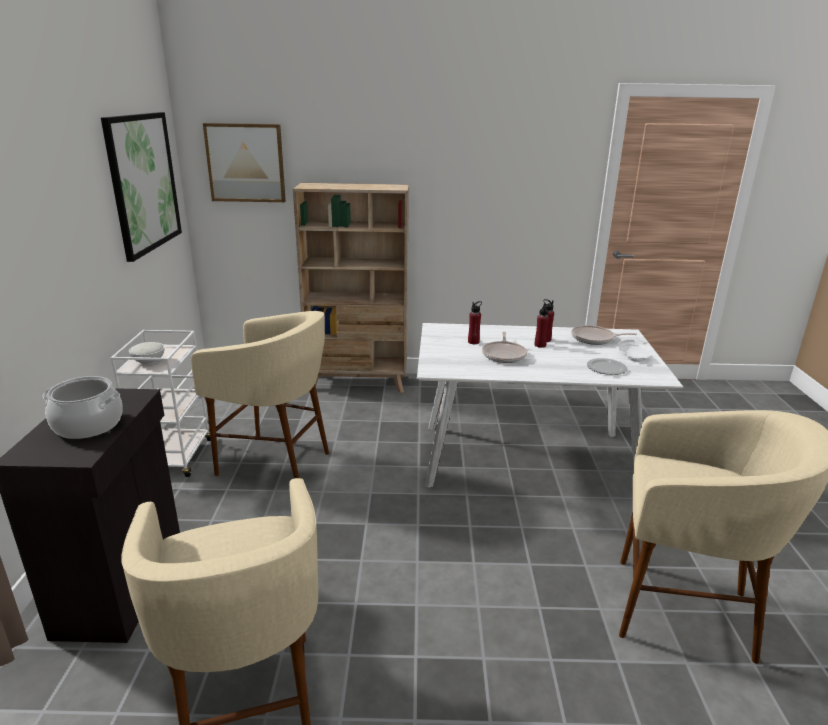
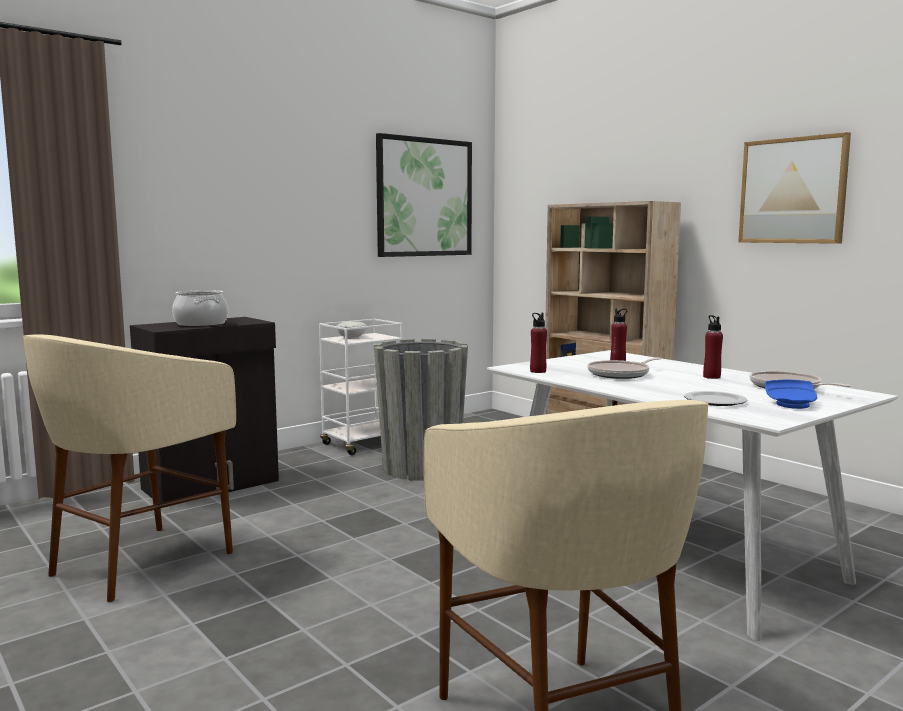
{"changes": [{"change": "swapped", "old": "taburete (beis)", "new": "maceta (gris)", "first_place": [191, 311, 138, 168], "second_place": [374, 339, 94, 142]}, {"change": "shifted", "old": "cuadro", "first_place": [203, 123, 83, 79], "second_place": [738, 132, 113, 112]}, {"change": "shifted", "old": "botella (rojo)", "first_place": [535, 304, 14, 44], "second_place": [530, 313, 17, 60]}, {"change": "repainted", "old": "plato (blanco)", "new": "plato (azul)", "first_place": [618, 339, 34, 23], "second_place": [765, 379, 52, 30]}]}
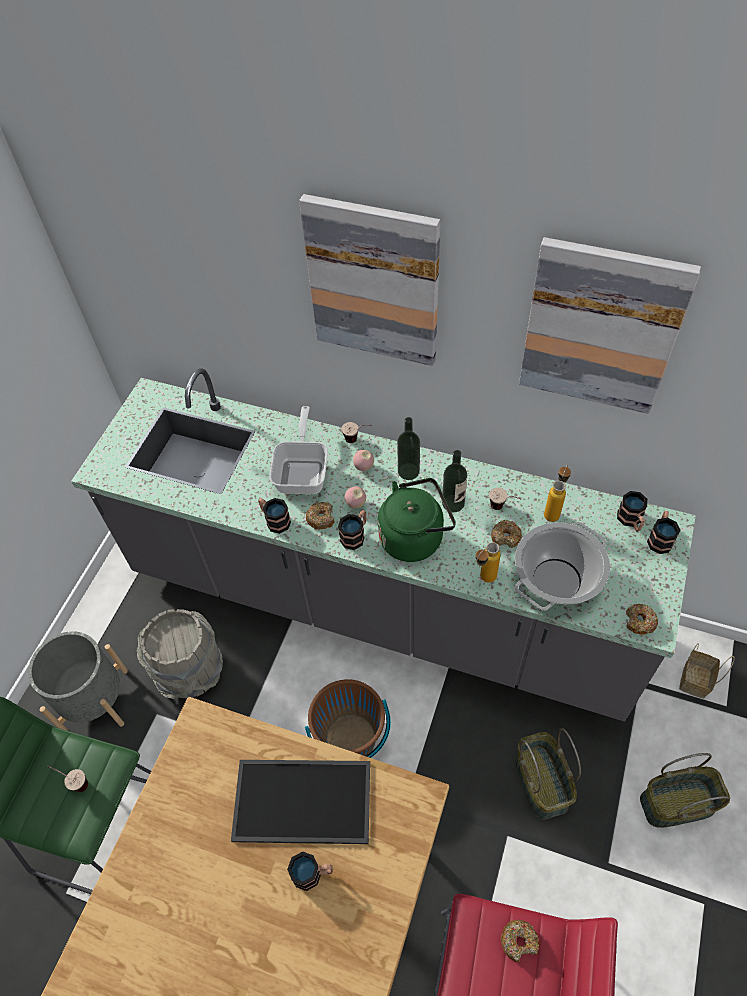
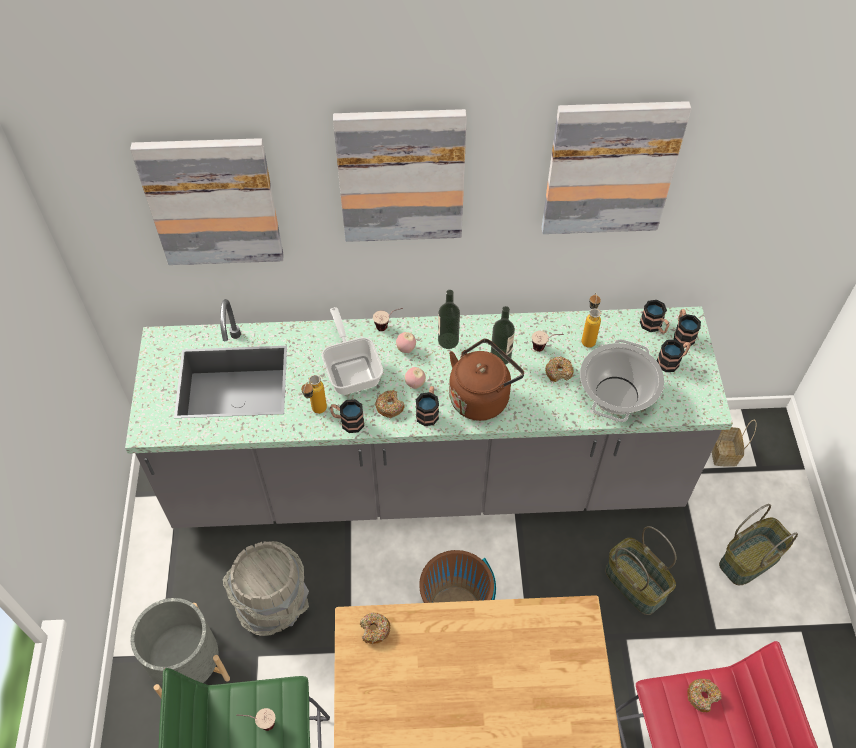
{"changes": [{"change": "gone", "old": "bandeja", "first_place": [231, 760, 139, 84]}, {"change": "shifted", "old": "taza grande", "first_place": [287, 851, 46, 40], "second_place": [657, 340, 34, 32]}, {"change": "repainted", "old": "hervidor (verde)", "new": "hervidor (marrón)", "first_place": [378, 478, 78, 84], "second_place": [449, 339, 75, 82]}, {"change": "shifted", "old": "botella", "first_place": [476, 542, 25, 41], "second_place": [301, 375, 26, 39]}, {"change": "shifted", "old": "rosquilla", "first_place": [626, 604, 32, 31], "second_place": [360, 612, 30, 32]}, {"change": "new", "new": "cuadro", "second_place": [130, 138, 154, 127]}]}
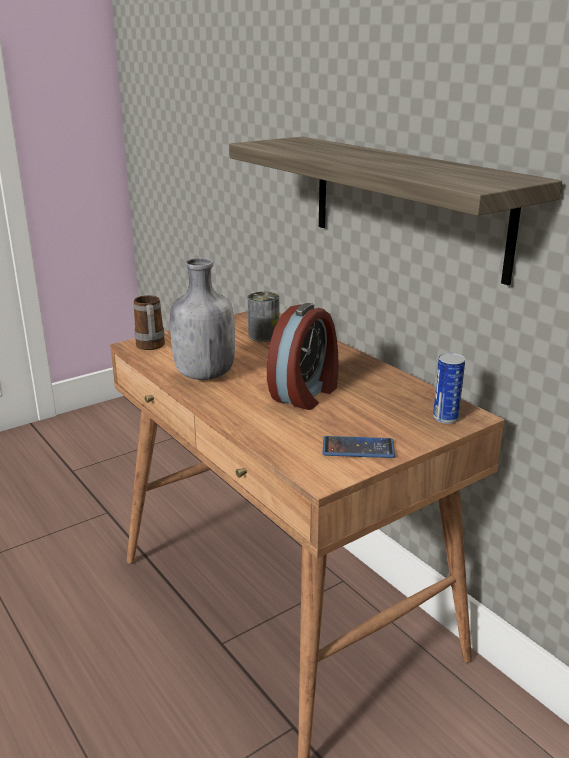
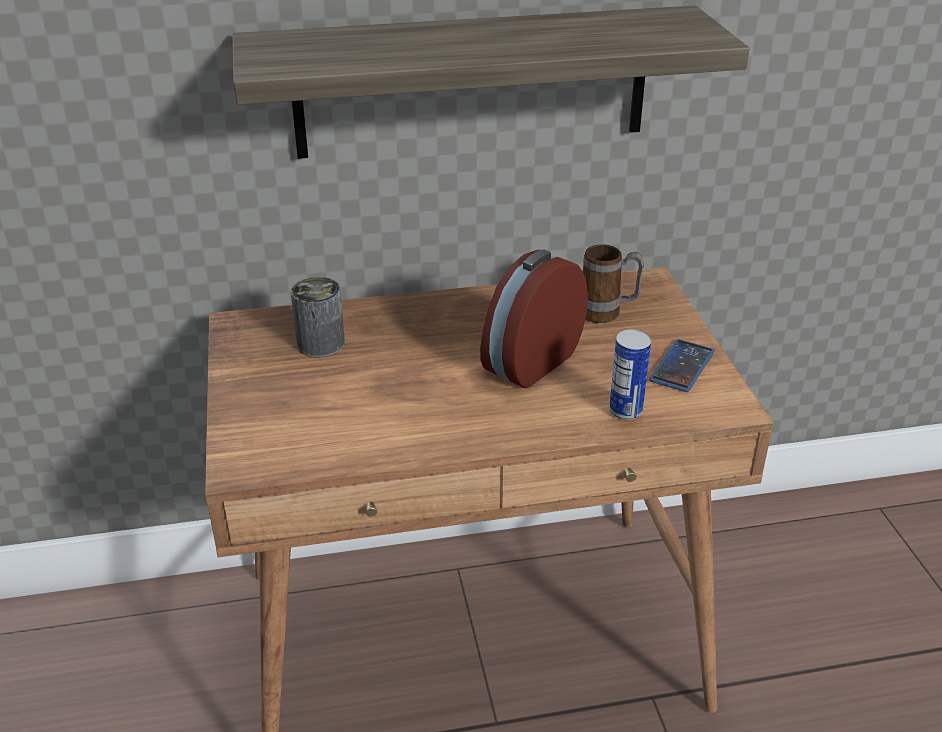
{"changes": [{"change": "shifted", "old": "taza grande", "first_place": [134, 295, 31, 55], "second_place": [583, 244, 61, 79]}, {"change": "gone", "old": "botella (gris)", "first_place": [170, 258, 65, 122]}, {"change": "rotated", "old": "despertador", "first_place": [267, 303, 72, 107], "second_place": [480, 249, 108, 139], "degrees": -105}, {"change": "shifted", "old": "lata", "first_place": [433, 353, 32, 71], "second_place": [609, 330, 42, 90]}]}
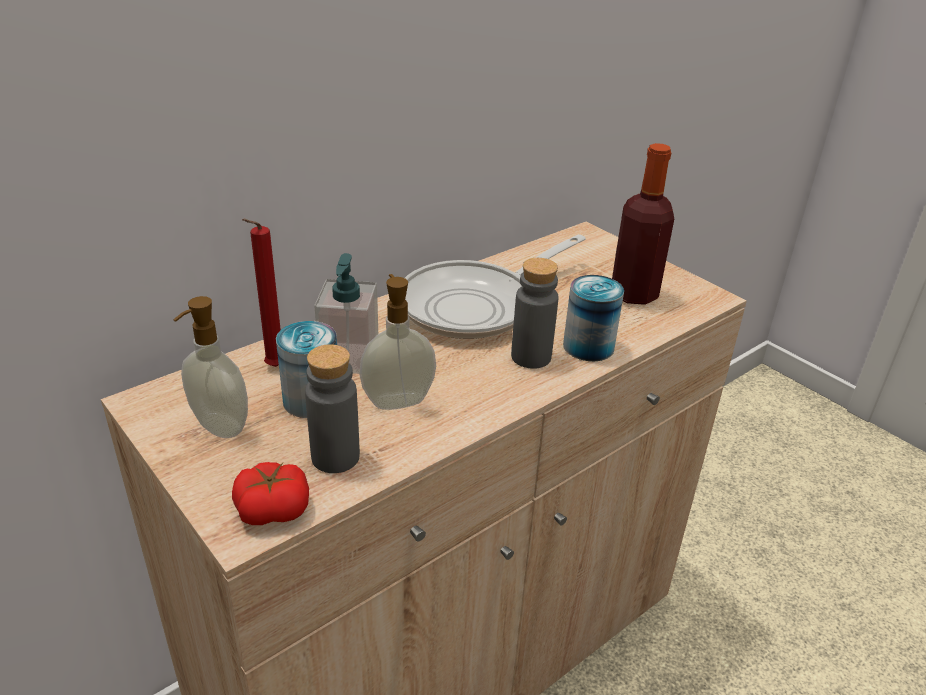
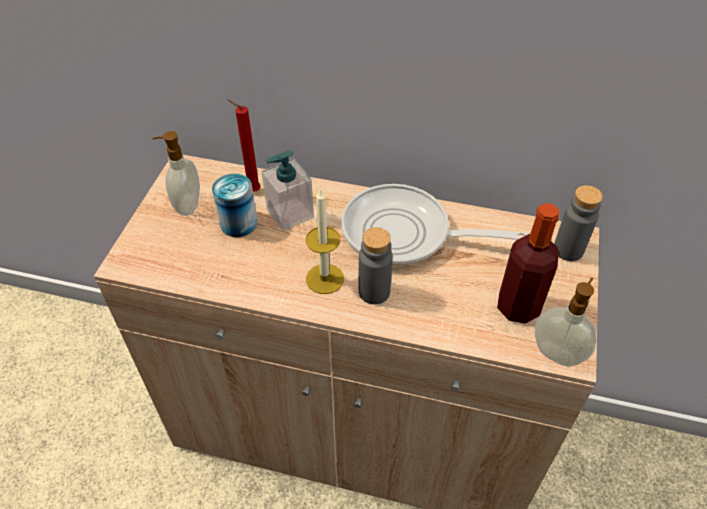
{"changes": [{"change": "gone", "old": "tomate", "first_place": [232, 462, 77, 63]}, {"change": "shifted", "old": "botella (gris)", "first_place": [305, 344, 55, 129], "second_place": [554, 185, 49, 76]}, {"change": "shifted", "old": "dispensador de jabón", "first_place": [360, 274, 76, 136], "second_place": [535, 277, 62, 90]}, {"change": "gone", "old": "lata", "first_place": [563, 275, 61, 86]}, {"change": "new", "new": "vela", "second_place": [306, 188, 38, 106]}]}
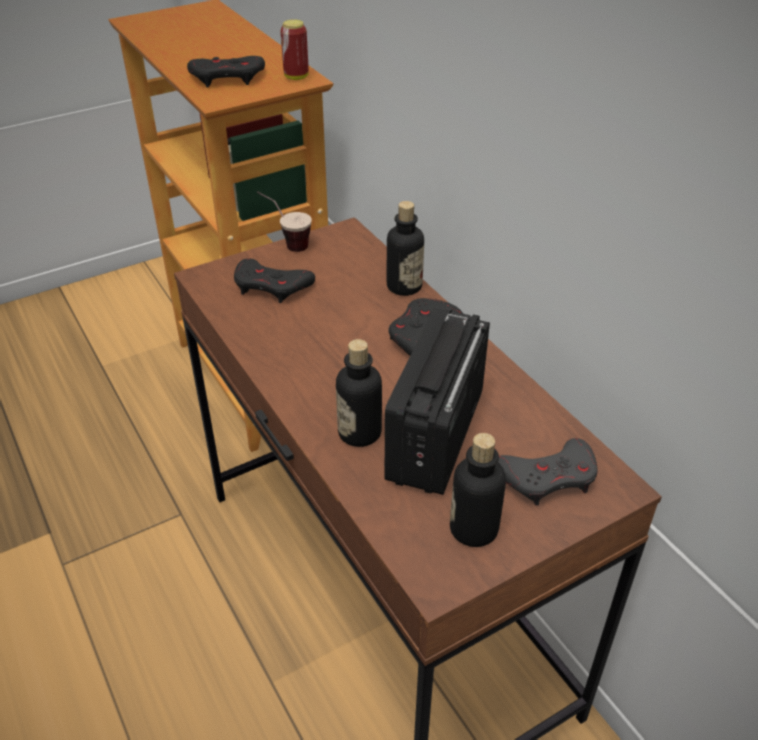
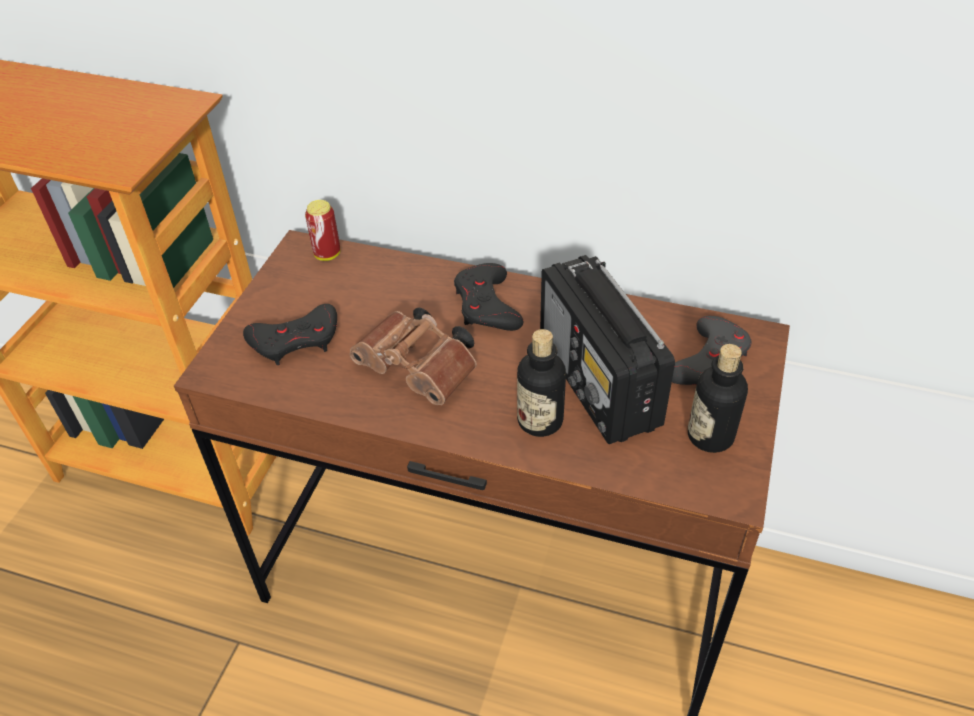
{"changes": [{"change": "gone", "old": "mando de consola (negro)", "first_place": [187, 56, 78, 31]}, {"change": "gone", "old": "taza", "first_place": [257, 192, 55, 60]}, {"change": "shifted", "old": "lata", "first_place": [280, 19, 29, 61], "second_place": [305, 200, 35, 61]}, {"change": "gone", "old": "botella", "first_place": [387, 201, 37, 95]}, {"change": "new", "new": "prismáticos (marrón)", "second_place": [350, 307, 127, 98]}]}
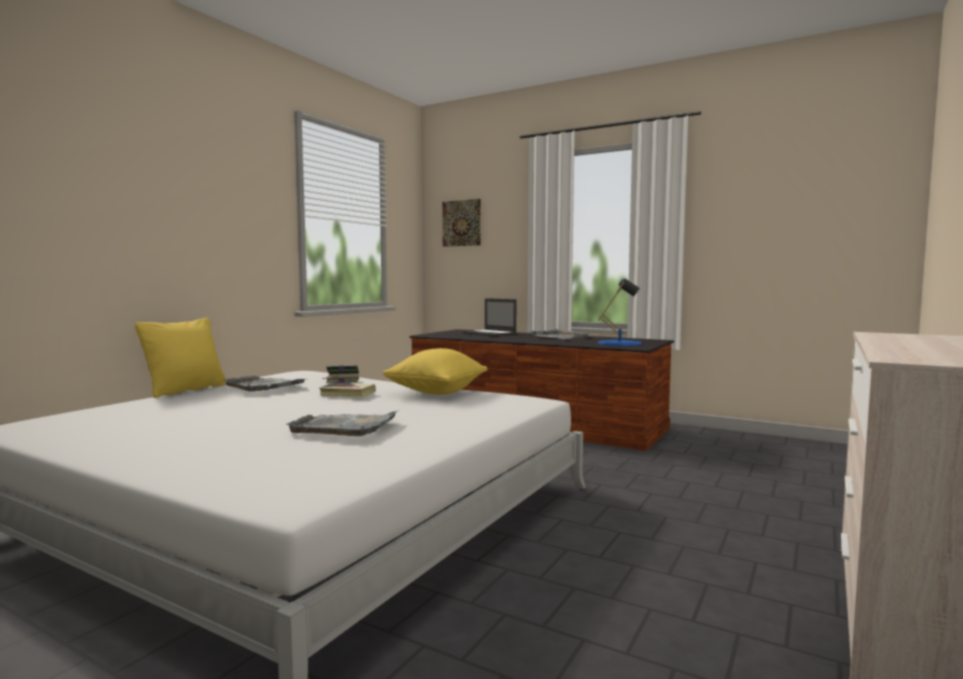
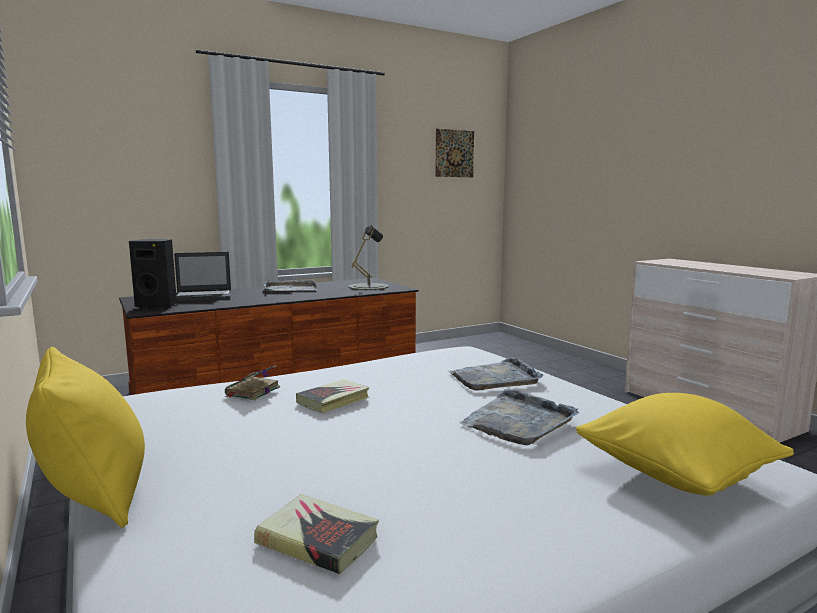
{"changes": [{"change": "shifted", "old": "bandeja (gris)", "first_place": [223, 376, 82, 16], "second_place": [449, 357, 94, 33]}, {"change": "shifted", "old": "cojín (amarillo)", "first_place": [383, 348, 104, 47], "second_place": [576, 393, 218, 103]}, {"change": "shifted", "old": "cuadro", "first_place": [442, 199, 39, 48], "second_place": [435, 129, 39, 48]}, {"change": "repainted", "old": "lámpara de mesa (azul)", "new": "lámpara de mesa (gris)", "first_place": [598, 279, 44, 67], "second_place": [349, 225, 40, 65]}, {"change": "new", "new": "altavoz (negro)", "second_place": [129, 239, 48, 70]}, {"change": "new", "new": "libro", "second_place": [254, 494, 125, 80]}]}
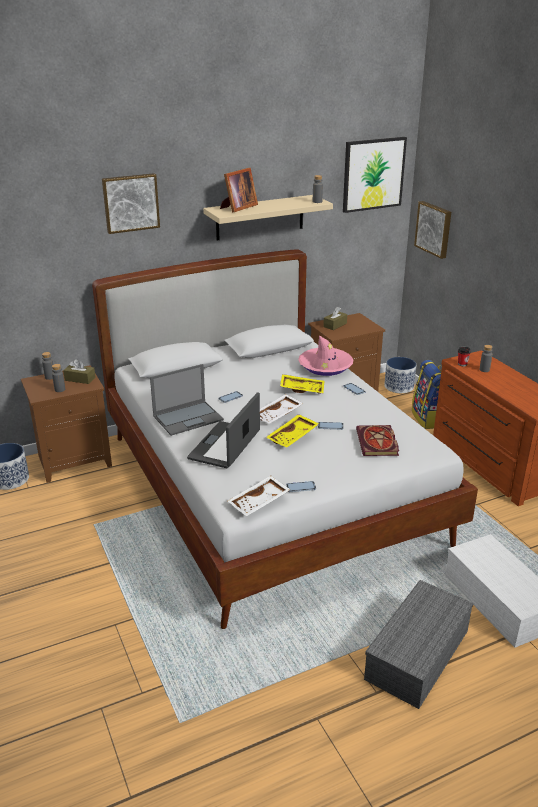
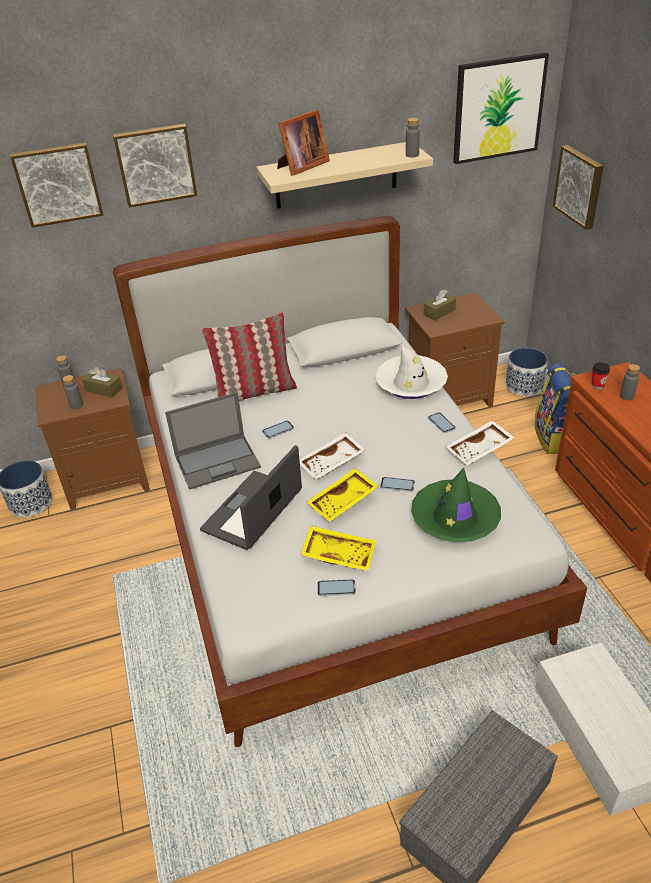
{"changes": [{"change": "shifted", "old": "bandeja (blanco)", "first_place": [228, 475, 62, 41], "second_place": [445, 420, 70, 45]}, {"change": "shifted", "old": "bandeja (amarillo)", "first_place": [280, 374, 44, 20], "second_place": [300, 526, 76, 45]}, {"change": "repainted", "old": "sombrero (rosa)", "new": "sombrero (blanco)", "first_place": [298, 335, 55, 41], "second_place": [375, 346, 73, 53]}, {"change": "swapped", "old": "libro", "new": "sombrero (verde)", "first_place": [356, 425, 43, 31], "second_place": [411, 468, 90, 74]}, {"change": "new", "new": "cuadro", "second_place": [10, 142, 93, 86]}, {"change": "new", "new": "cojín", "second_place": [202, 312, 95, 89]}]}
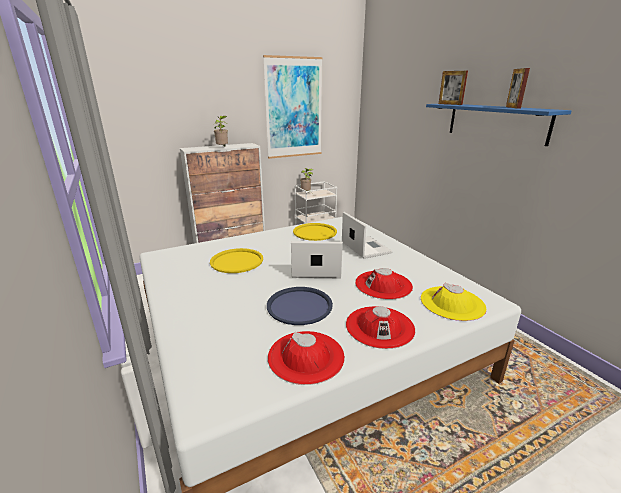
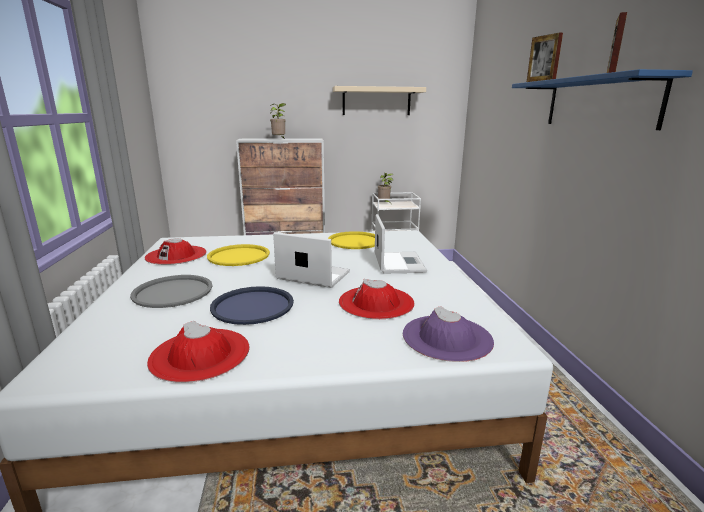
{"changes": [{"change": "swapped", "old": "cuadro", "new": "estante (beis)", "first_place": [263, 55, 60, 104], "second_place": [333, 86, 93, 29]}, {"change": "shifted", "old": "sombrero (rojo)", "first_place": [346, 306, 69, 43], "second_place": [145, 238, 62, 27]}, {"change": "repainted", "old": "sombrero (amarillo)", "new": "sombrero (morado)", "first_place": [421, 283, 65, 38], "second_place": [403, 306, 91, 56]}, {"change": "new", "new": "bandeja (gris)", "second_place": [130, 275, 82, 33]}]}
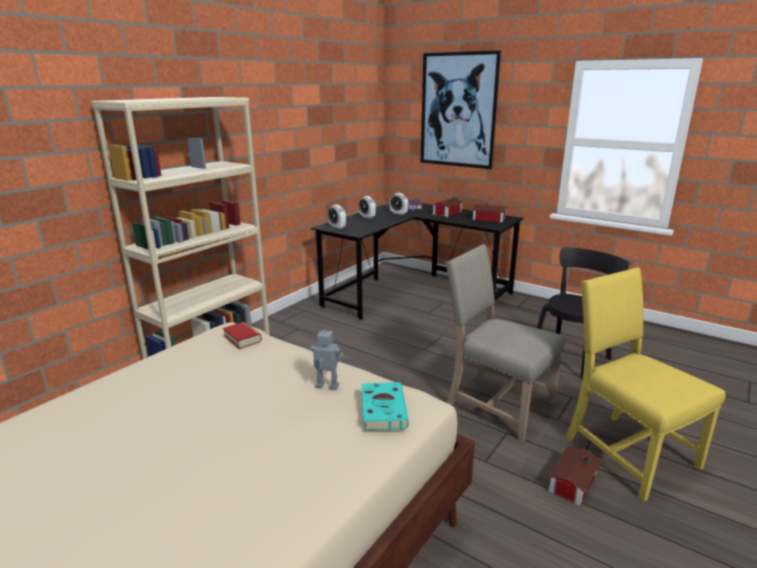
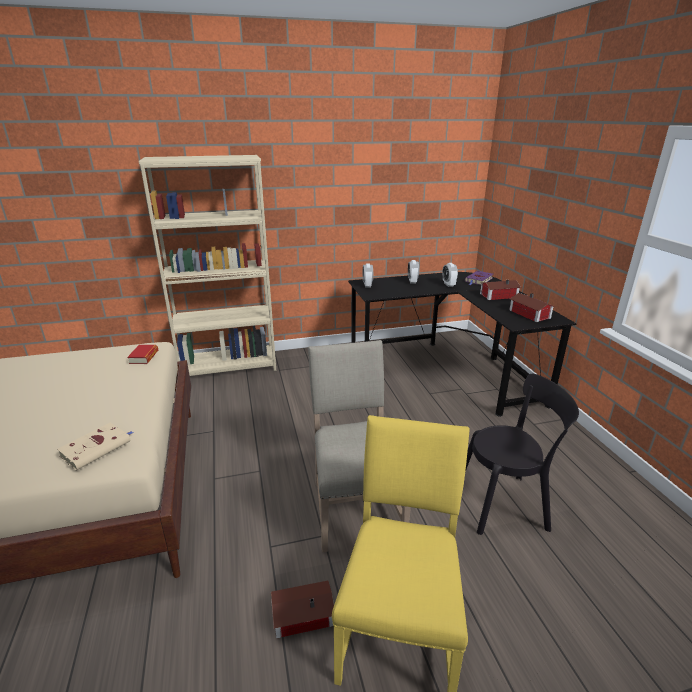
{"changes": [{"change": "gone", "old": "robot de juguete", "first_place": [311, 325, 33, 65]}, {"change": "repainted", "old": "libro (turquesa)", "new": "libro (beis)", "first_place": [361, 382, 48, 49], "second_place": [57, 423, 77, 47]}, {"change": "gone", "old": "cuadro", "first_place": [421, 50, 80, 119]}]}
